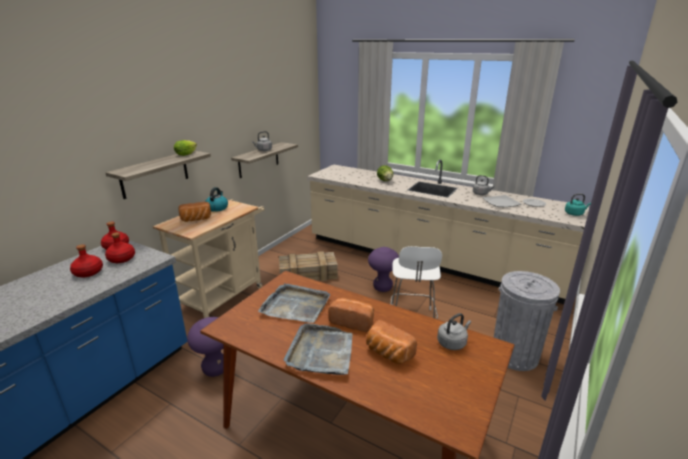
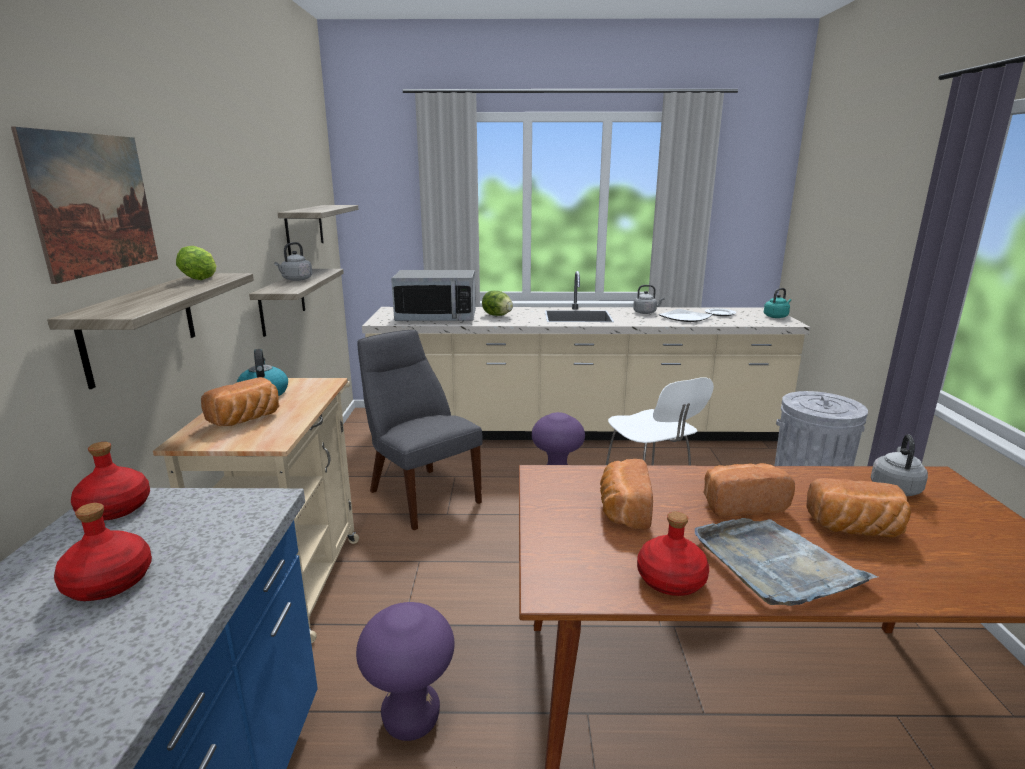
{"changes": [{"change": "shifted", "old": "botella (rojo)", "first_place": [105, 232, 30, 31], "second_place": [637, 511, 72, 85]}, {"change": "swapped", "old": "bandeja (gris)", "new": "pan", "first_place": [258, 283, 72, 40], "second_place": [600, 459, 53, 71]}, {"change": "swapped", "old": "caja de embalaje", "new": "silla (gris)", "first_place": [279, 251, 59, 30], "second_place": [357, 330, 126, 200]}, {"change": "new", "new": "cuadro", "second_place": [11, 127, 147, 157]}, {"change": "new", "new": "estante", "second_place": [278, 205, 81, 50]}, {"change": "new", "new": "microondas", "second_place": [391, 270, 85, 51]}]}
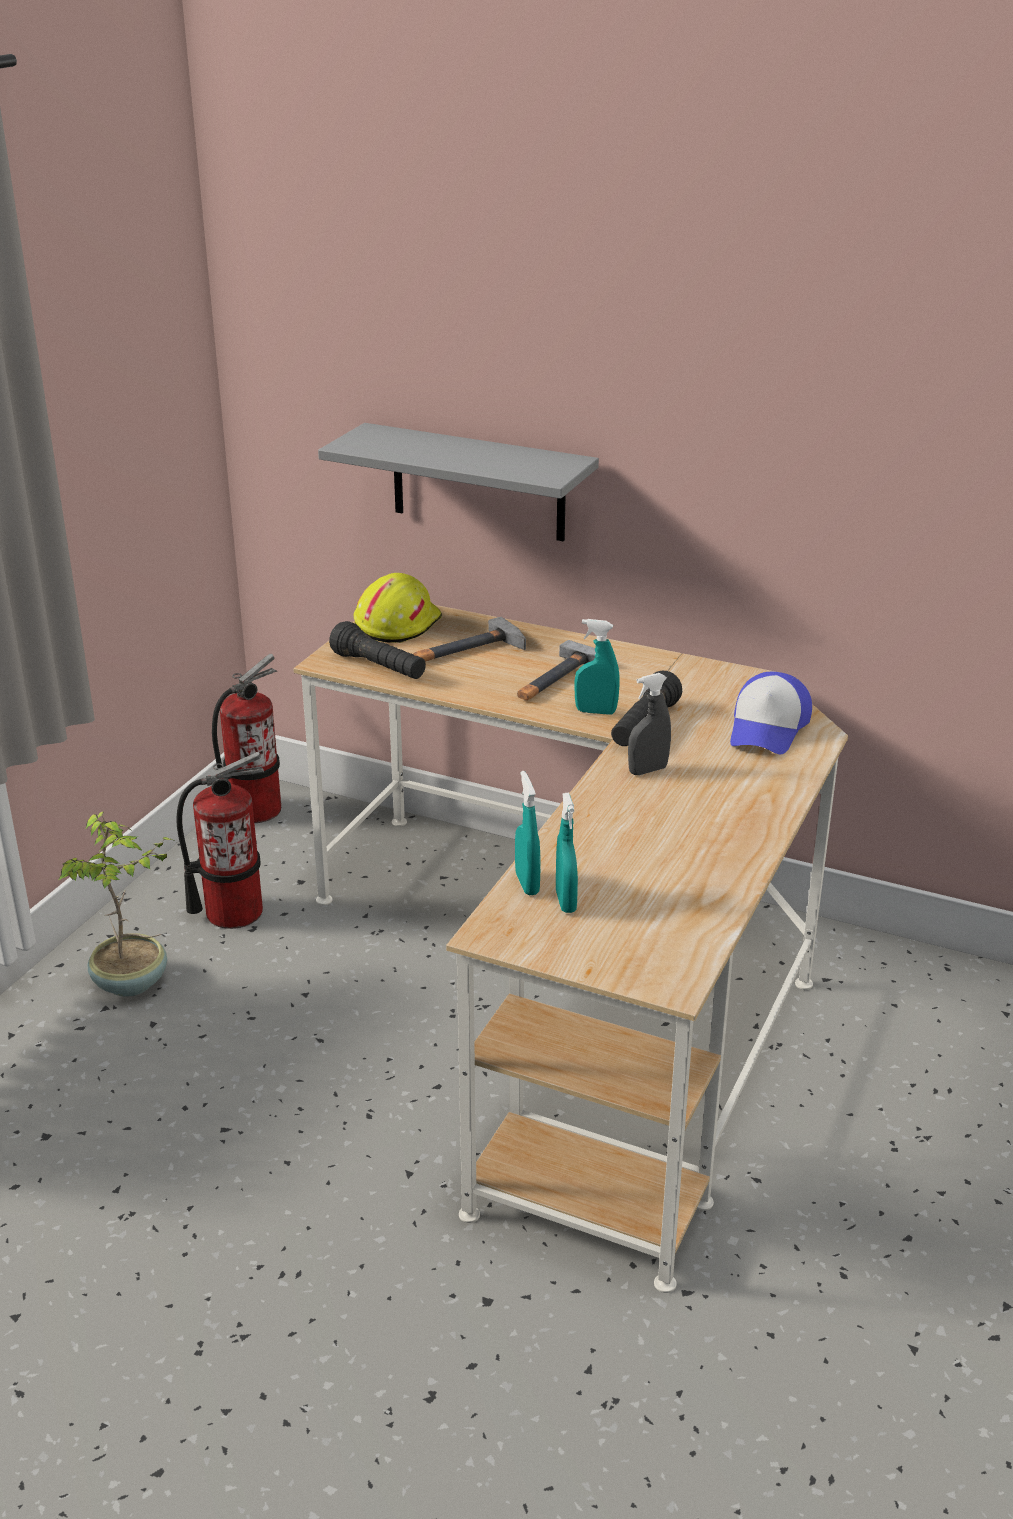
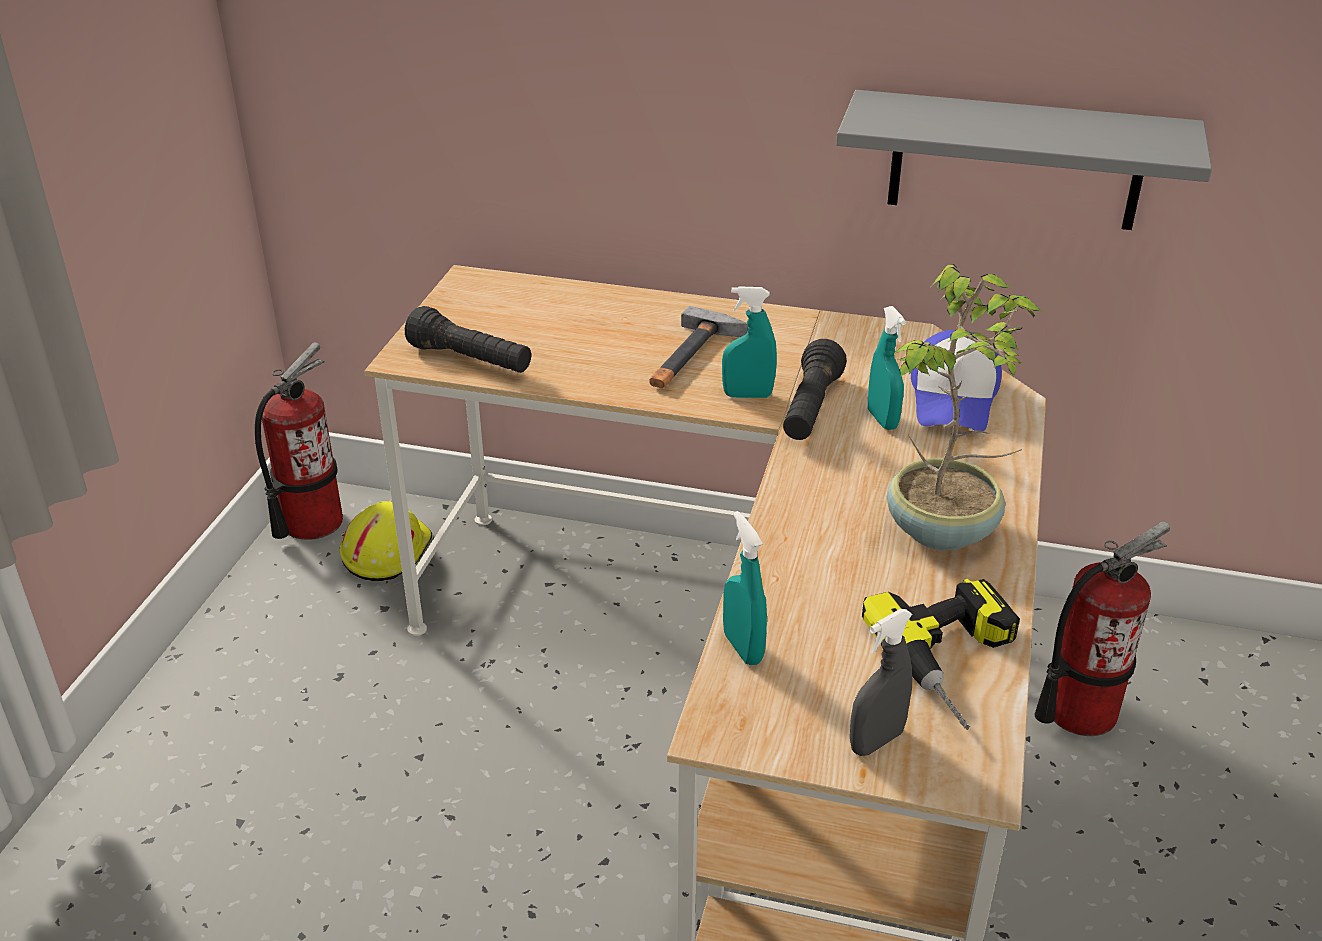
{"changes": [{"change": "shifted", "old": "planta en maceta", "first_place": [59, 812, 117, 185], "second_place": [887, 264, 156, 286]}, {"change": "shifted", "old": "extintor", "first_place": [177, 752, 87, 177], "second_place": [1035, 522, 135, 214]}, {"change": "shifted", "old": "estante (gris)", "first_place": [318, 423, 281, 118], "second_place": [836, 90, 376, 140]}, {"change": "shifted", "old": "casco (amarillo)", "first_place": [354, 573, 88, 70], "second_place": [340, 501, 92, 80]}, {"change": "gone", "old": "martillo", "first_place": [413, 617, 113, 45]}, {"change": "shifted", "old": "pulverizador (turquesa)", "first_place": [556, 793, 22, 120], "second_place": [868, 306, 38, 124]}, {"change": "shifted", "old": "pulverizador (gris)", "first_place": [628, 673, 43, 102], "second_place": [850, 609, 62, 147]}, {"change": "new", "new": "taladro", "second_place": [862, 578, 158, 152]}]}
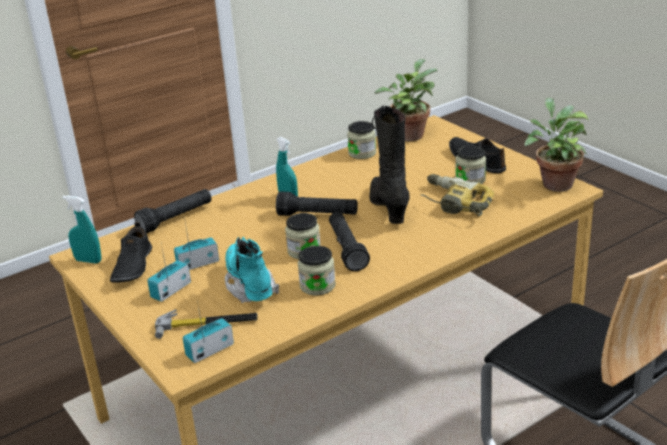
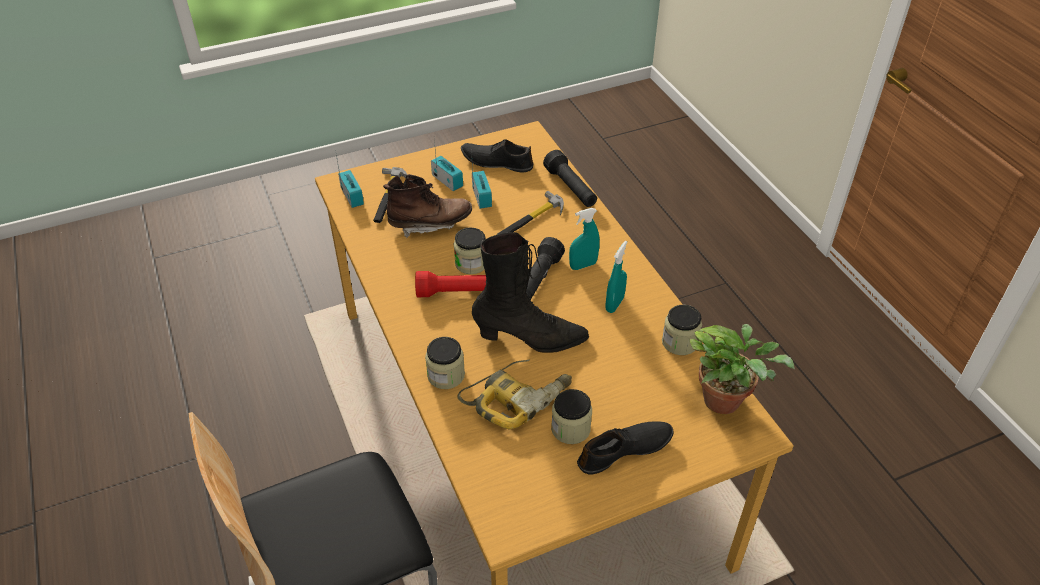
{"changes": [{"change": "shifted", "old": "pulverizador (turquesa)", "first_place": [63, 196, 39, 67], "second_place": [605, 241, 22, 72]}, {"change": "repainted", "old": "bota (turquesa)", "new": "bota (marrón)", "first_place": [225, 237, 54, 66], "second_place": [383, 174, 89, 64]}, {"change": "shifted", "old": "tarro", "first_place": [298, 246, 38, 50], "second_place": [425, 337, 40, 52]}, {"change": "repainted", "old": "linterna (negro)", "new": "linterna (rojo)", "first_place": [329, 212, 41, 59], "second_place": [415, 271, 71, 26]}, {"change": "gone", "old": "planta en maceta", "first_place": [524, 98, 65, 94]}, {"change": "new", "new": "martillo", "second_place": [497, 191, 67, 44]}]}
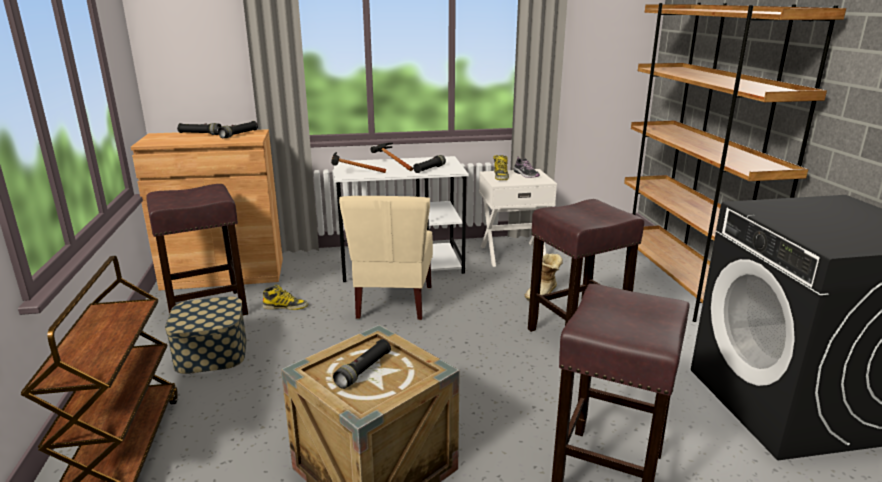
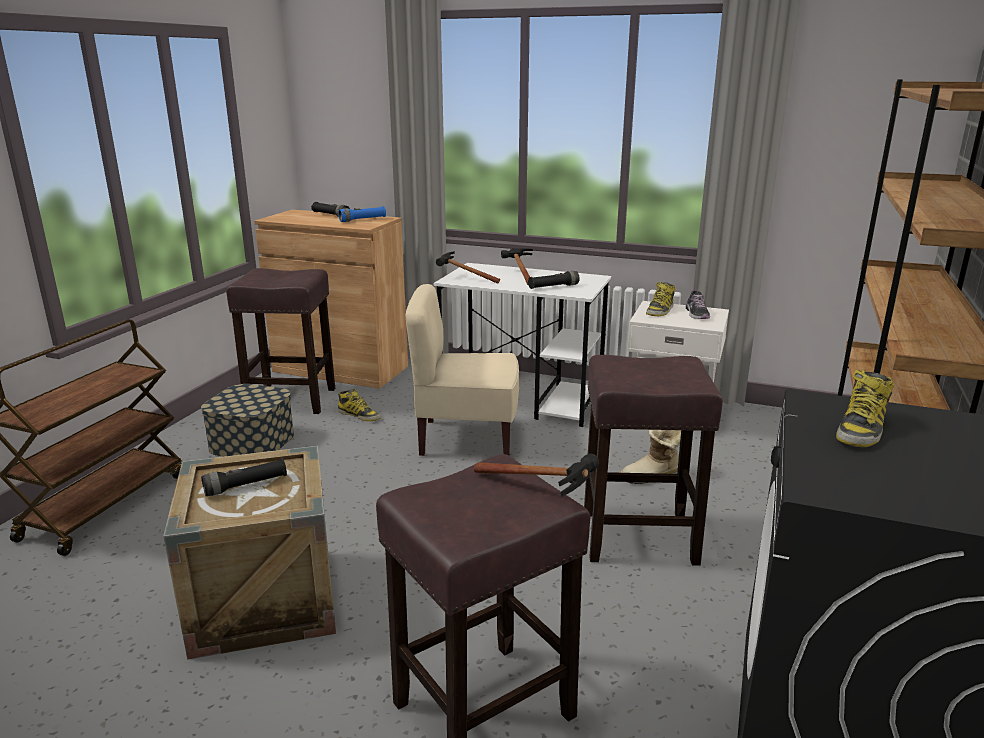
{"changes": [{"change": "repainted", "old": "linterna (negro)", "new": "linterna (azul)", "first_place": [218, 121, 40, 17], "second_place": [338, 206, 48, 16]}, {"change": "rotated", "old": "silla (beis)", "first_place": [339, 196, 94, 124], "second_place": [405, 284, 114, 172], "degrees": 60}, {"change": "new", "new": "martillo", "second_place": [474, 454, 125, 42]}, {"change": "new", "new": "bota", "second_place": [836, 370, 58, 77]}]}
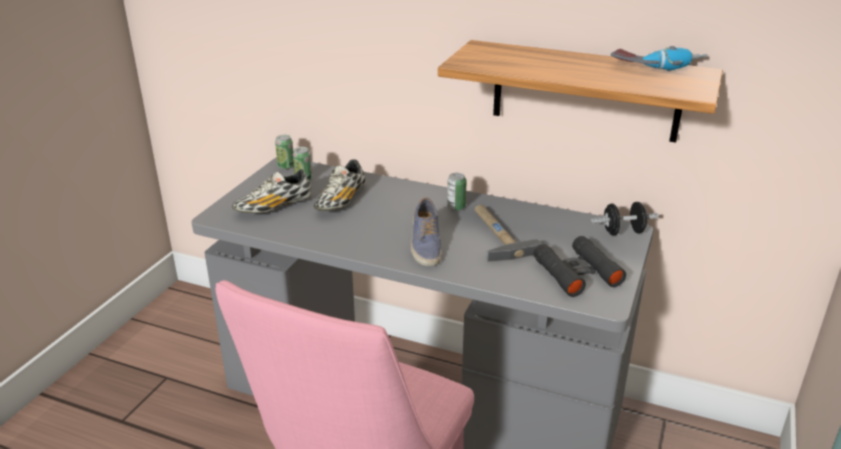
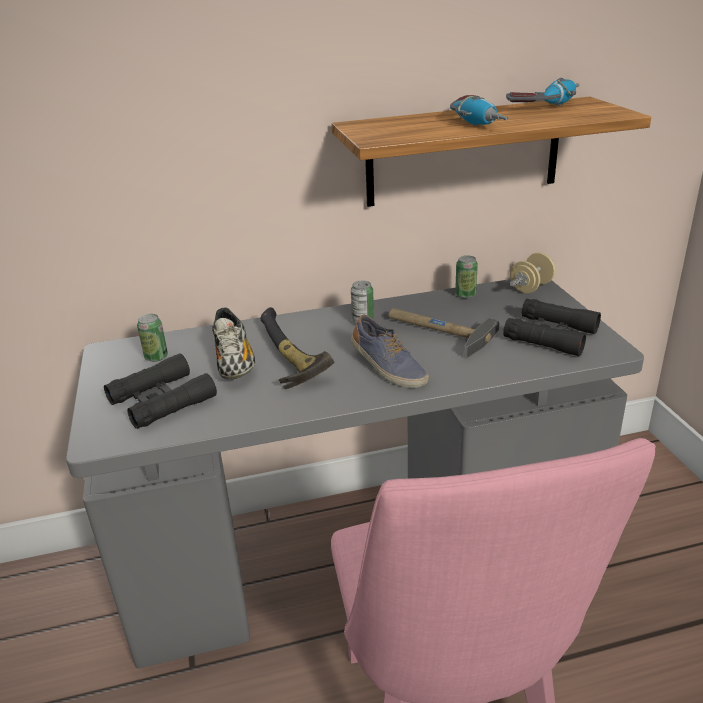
{"changes": [{"change": "swapped", "old": "zapato", "new": "prismáticos (negro)", "first_place": [232, 169, 80, 44], "second_place": [104, 353, 113, 76]}, {"change": "shifted", "old": "lata", "first_place": [275, 135, 19, 34], "second_place": [455, 255, 23, 43]}, {"change": "repainted", "old": "mancuerna (negro)", "new": "mancuerna (beis)", "first_place": [591, 202, 68, 33], "second_place": [510, 252, 45, 41]}, {"change": "new", "new": "martillo", "second_place": [261, 307, 73, 82]}, {"change": "new", "new": "taladro", "second_place": [450, 95, 58, 31]}]}
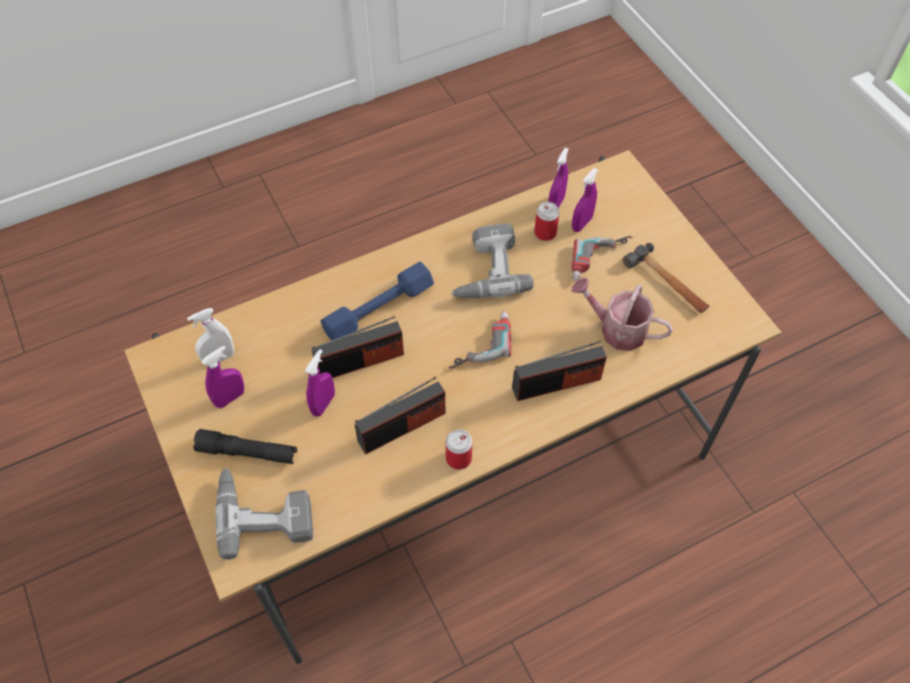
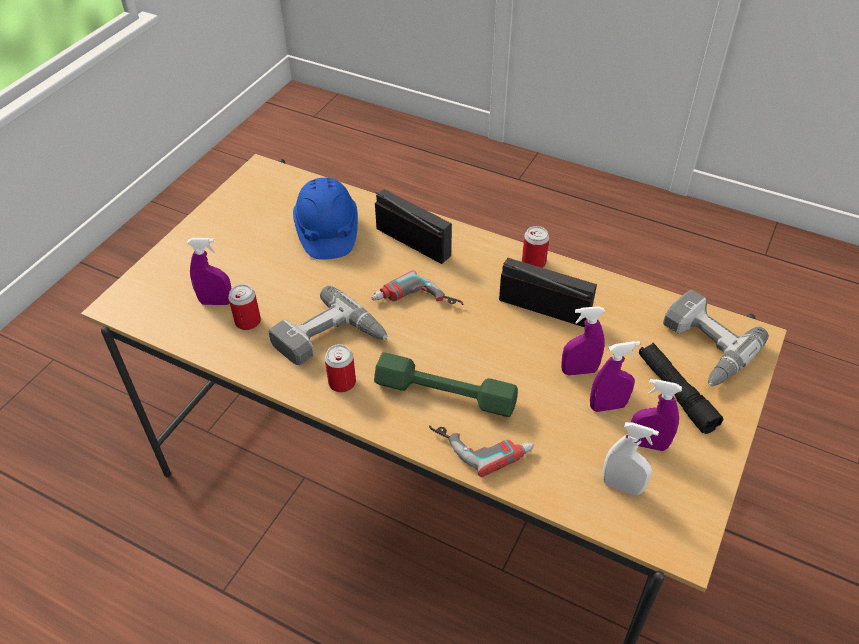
{"changes": [{"change": "gone", "old": "radio", "first_place": [312, 316, 92, 62]}, {"change": "repainted", "old": "mancuerna (azul)", "new": "mancuerna (verde)", "first_place": [321, 261, 113, 79], "second_place": [374, 352, 144, 65]}, {"change": "shifted", "old": "pulverizador (morado)", "first_place": [548, 148, 21, 60], "second_place": [590, 341, 50, 71]}, {"change": "shifted", "old": "taladro", "first_place": [571, 236, 61, 45], "second_place": [429, 425, 105, 52]}, {"change": "swapped", "old": "regadera", "new": "casco (azul)", "first_place": [571, 278, 102, 73], "second_place": [293, 178, 65, 82]}, {"change": "gone", "old": "martillo", "first_place": [623, 243, 87, 70]}, {"change": "new", "new": "lata", "second_place": [325, 344, 31, 48]}]}
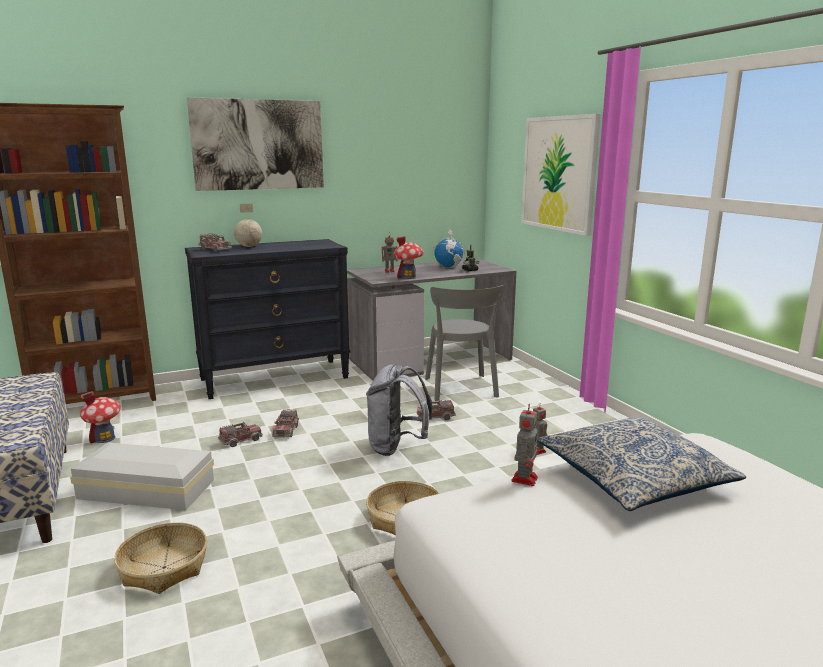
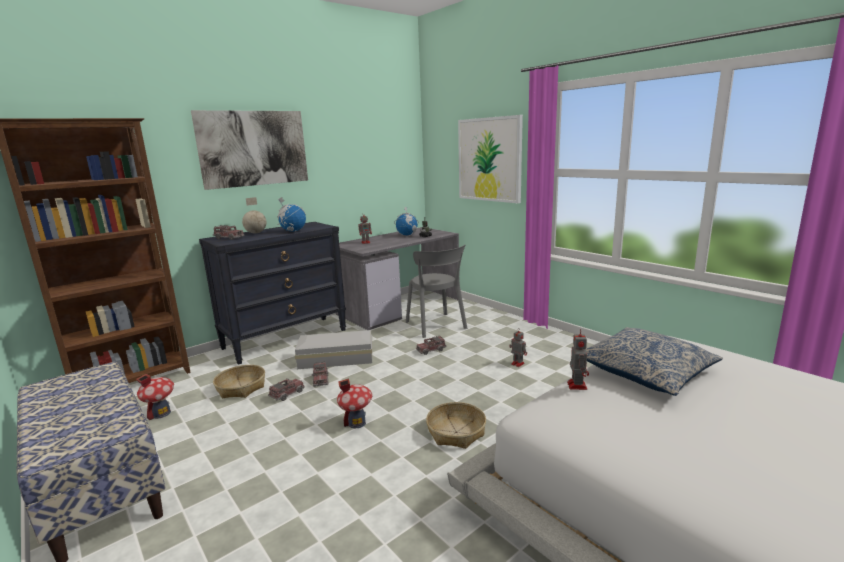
{"changes": [{"change": "shifted", "old": "caja de almacenaje (blanco)", "first_place": [70, 442, 144, 68], "second_place": [295, 330, 77, 39]}, {"change": "shifted", "old": "cesta", "first_place": [114, 522, 93, 72], "second_place": [213, 365, 52, 33]}, {"change": "gone", "old": "mochila (gris)", "first_place": [366, 364, 67, 92]}, {"change": "shifted", "old": "casita", "first_place": [394, 236, 30, 43], "second_place": [337, 379, 35, 49]}, {"change": "new", "new": "globo terráqueo", "second_place": [277, 197, 29, 35]}]}
